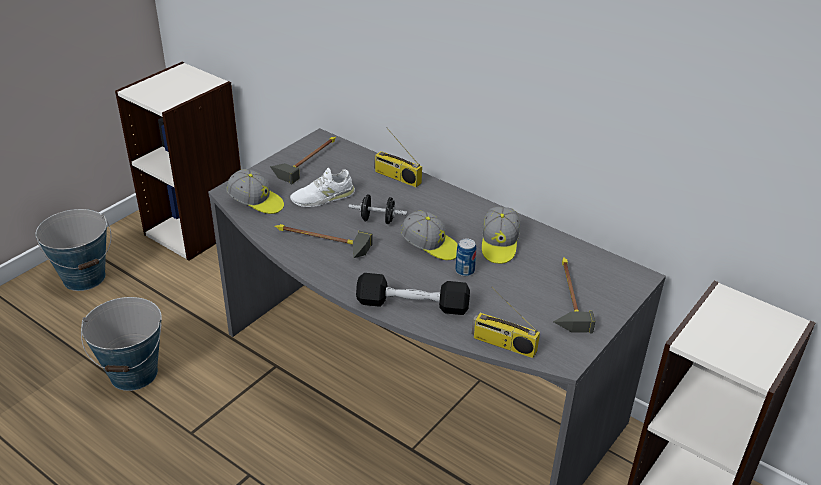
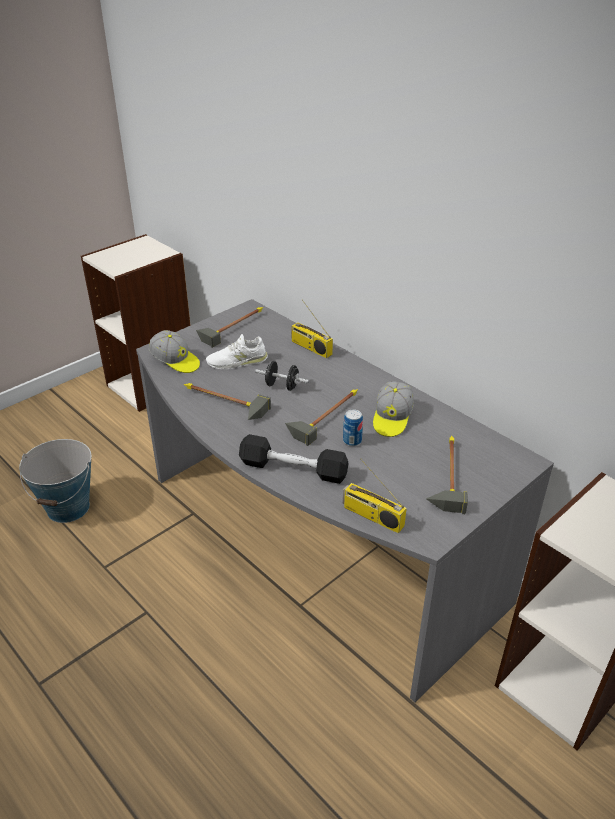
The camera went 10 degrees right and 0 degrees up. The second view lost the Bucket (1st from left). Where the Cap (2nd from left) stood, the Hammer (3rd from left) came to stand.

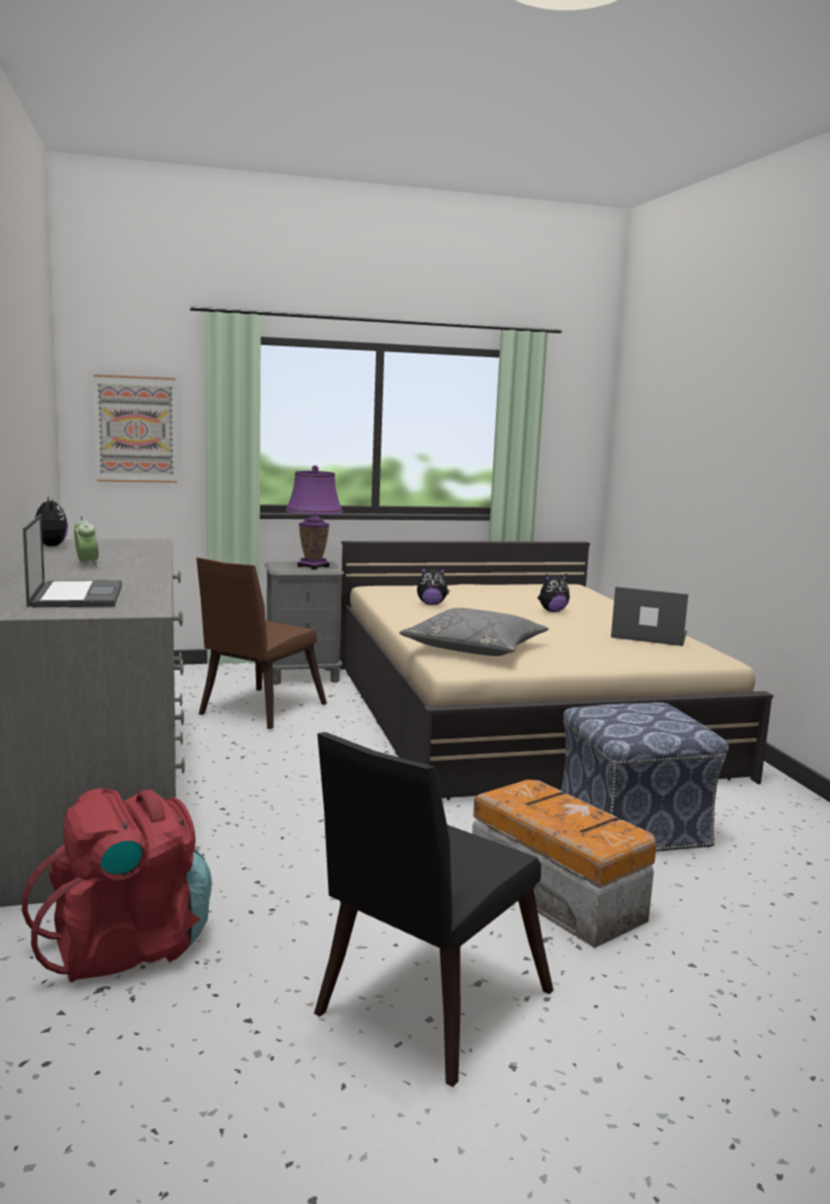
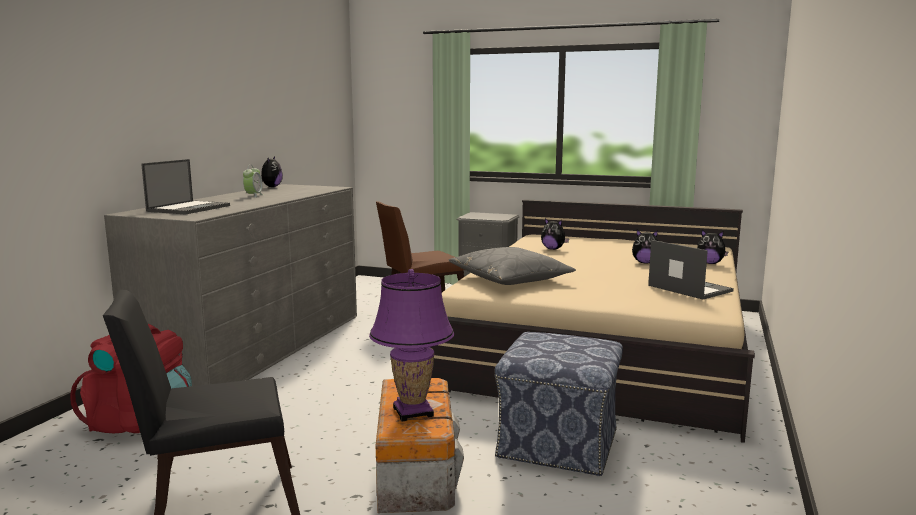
The camera went 35 degrees right and 0 degrees up. The second view lost the Picture. The second view gained the PlushToy (4th from left). The PurpleTableLamp ended up elsewhere.

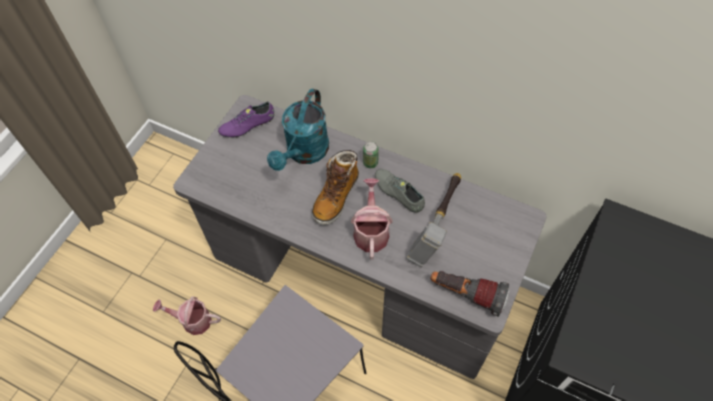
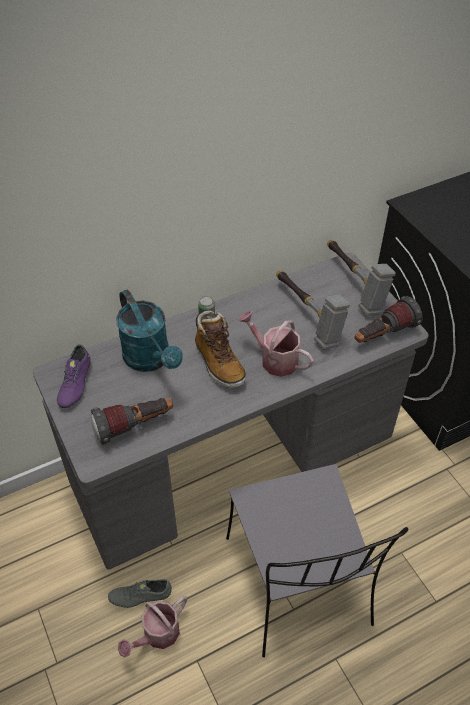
The camera went 55 degrees left and 10 degrees down. The second view gained the Flashlight (1st from left). The second view gained the Hammer (2nd from left). The GreyShoe ended up elsewhere.

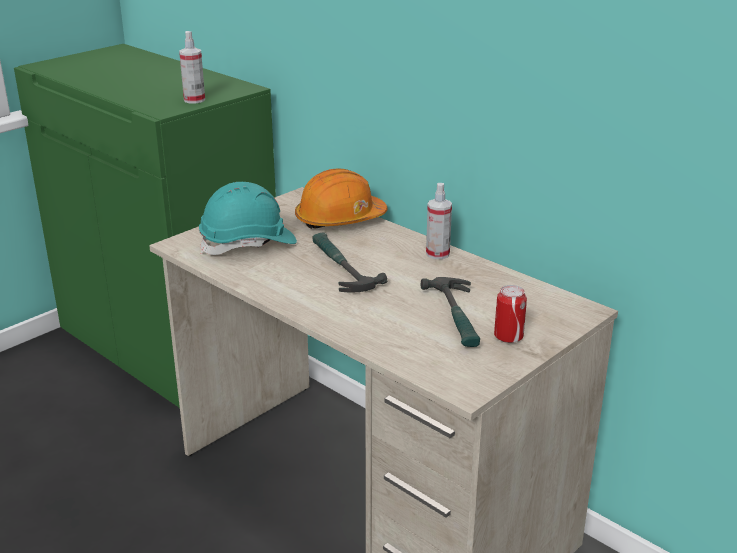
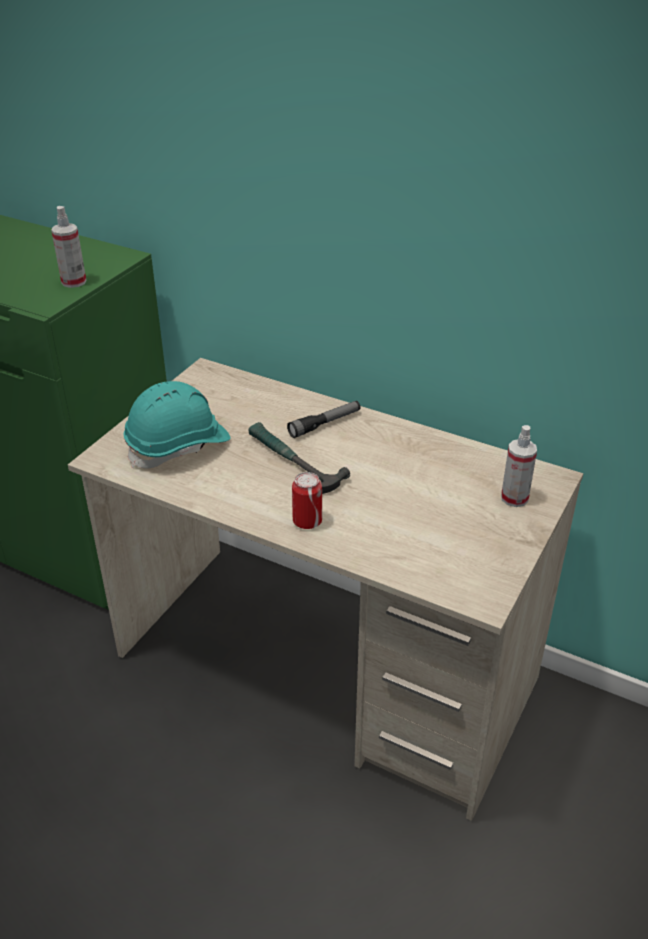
The camera went 15 degrees left and 10 degrees up. The second view lost the OrangeHardHat. The second view lost the Hammer (2nd from left). The second view gained the Flashlight. The SprayBottle (2nd from left) ended up elsewhere. The Can ended up elsewhere.

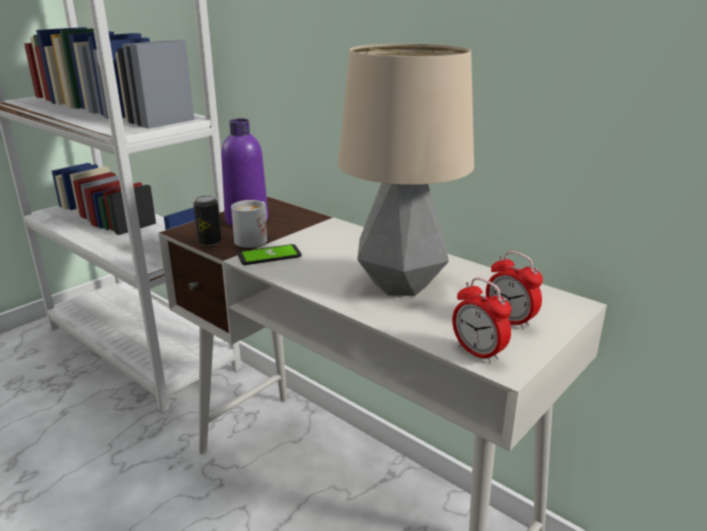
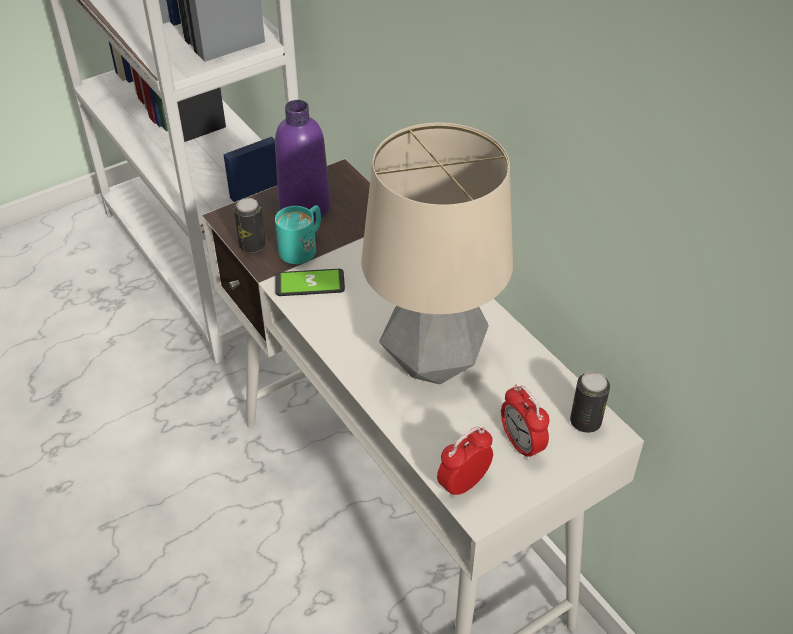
The camera went 15 degrees right and 20 degrees up. The second view gained the Can (2nd from left). What was the WhiteMug turned into the TurquoiseMug. The AlarmClock (1st from left) ended up facing another way, 75 degrees clockwise from before.

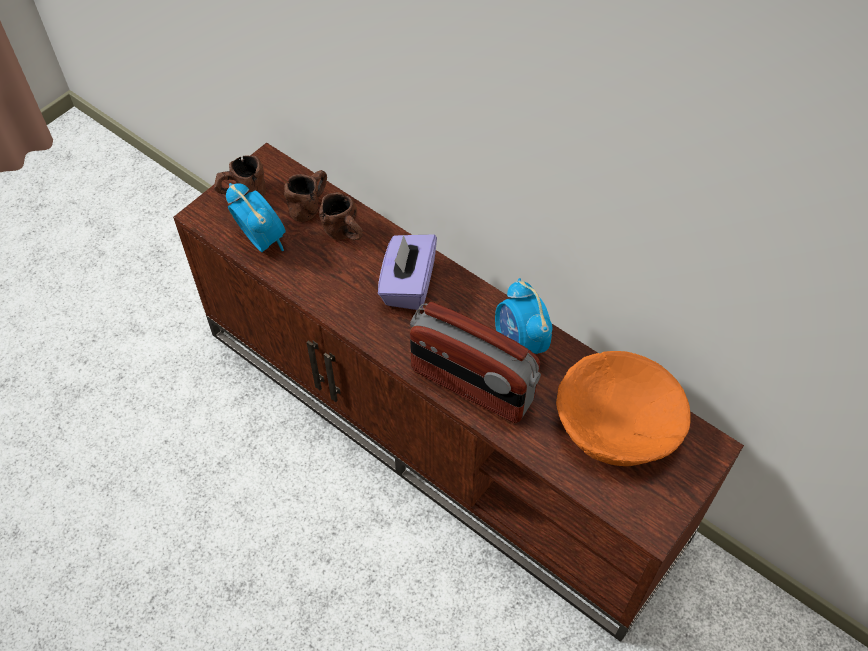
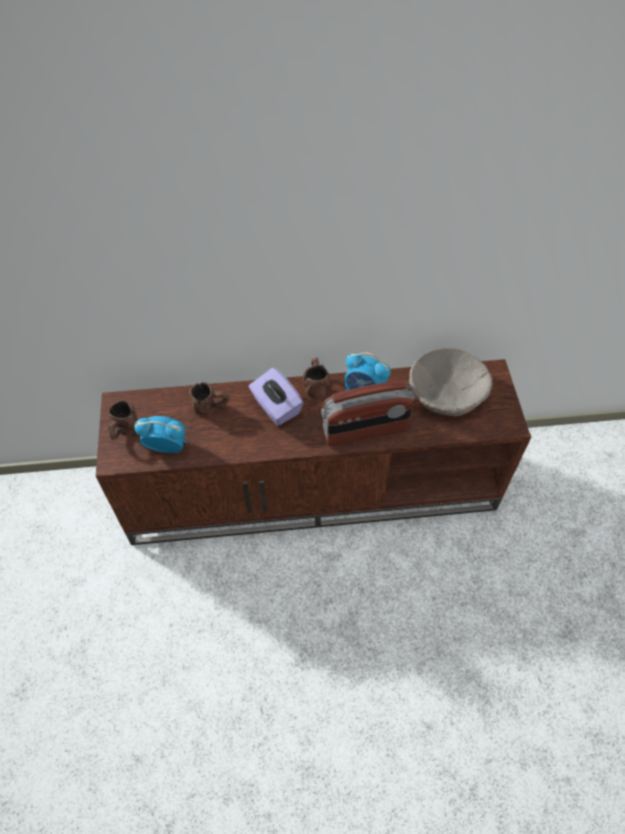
The camera went 45 degrees left and 0 degrees up. The BrownMug (2nd from left in the first image) ended up elsewhere. What was the OrangeBowl turned into the BeigeBowl.

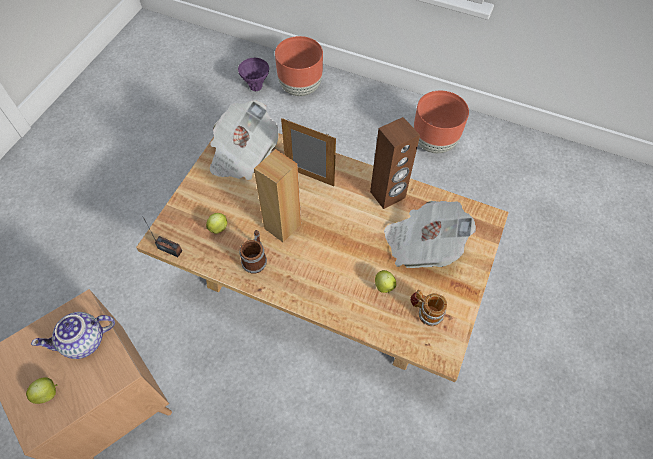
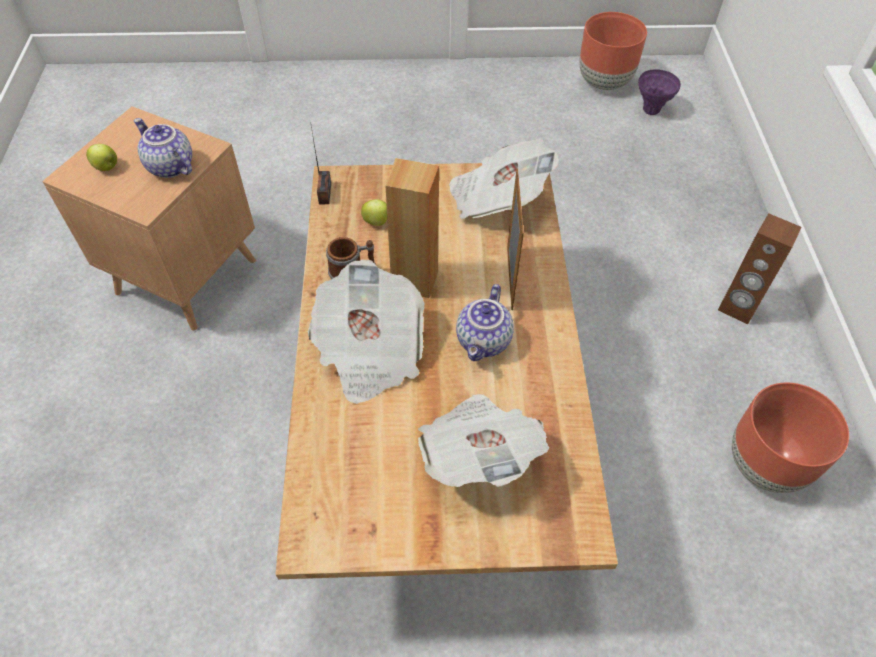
The camera went 65 degrees right and 5 degrees down. The second view lost the Apple (3rd from left). The second view lost the Mug (2nd from left). The second view gained the Newspaper (1st from left). The second view gained the Teapot (2nd from left). The PurpleVase ended up elsewhere. The BrownPlanter (1st from left) ended up elsewhere. The BrownSpeaker (2nd from left) ended up elsewhere.

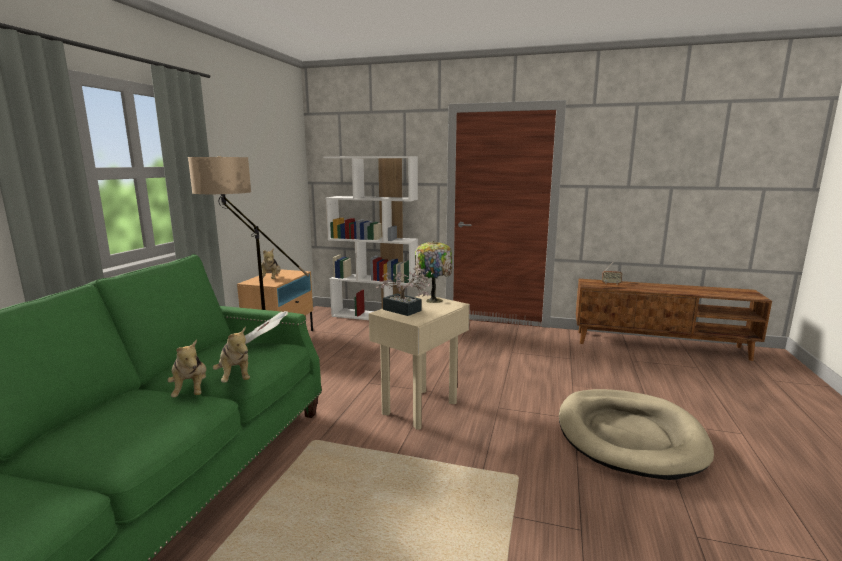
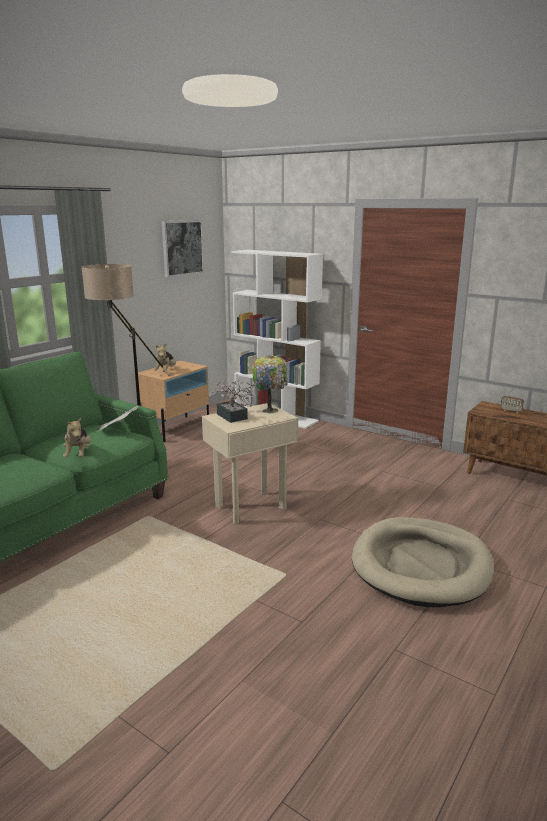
The camera went 20 degrees right and 5 degrees up. The second view lost the PlushToy (1st from left). The second view gained the Picture.

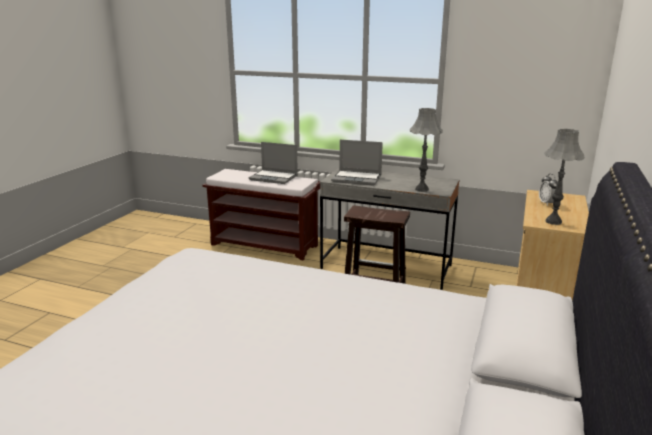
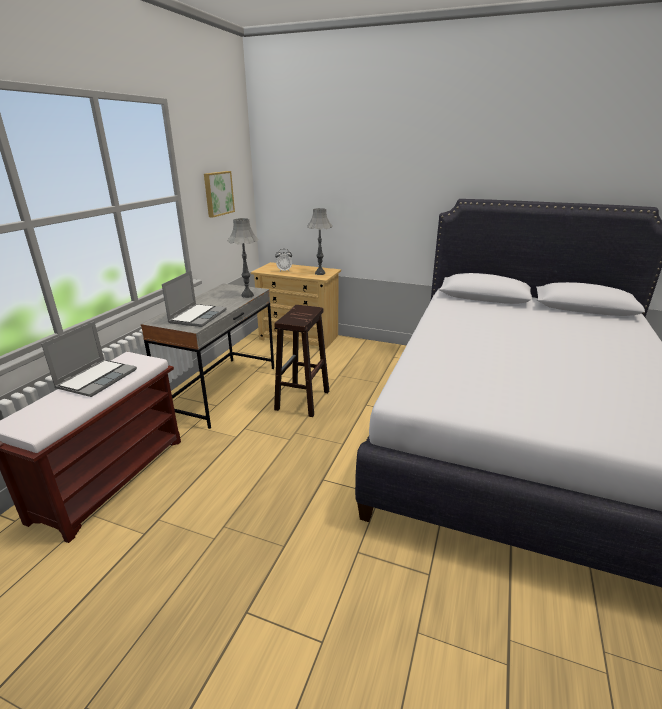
The camera went 90 degrees left and 5 degrees up. The second view gained the Picture.

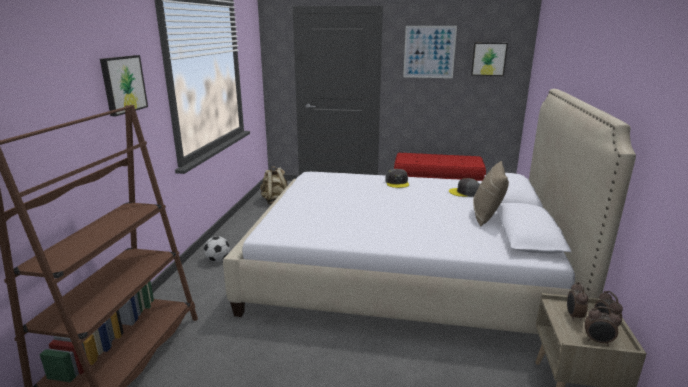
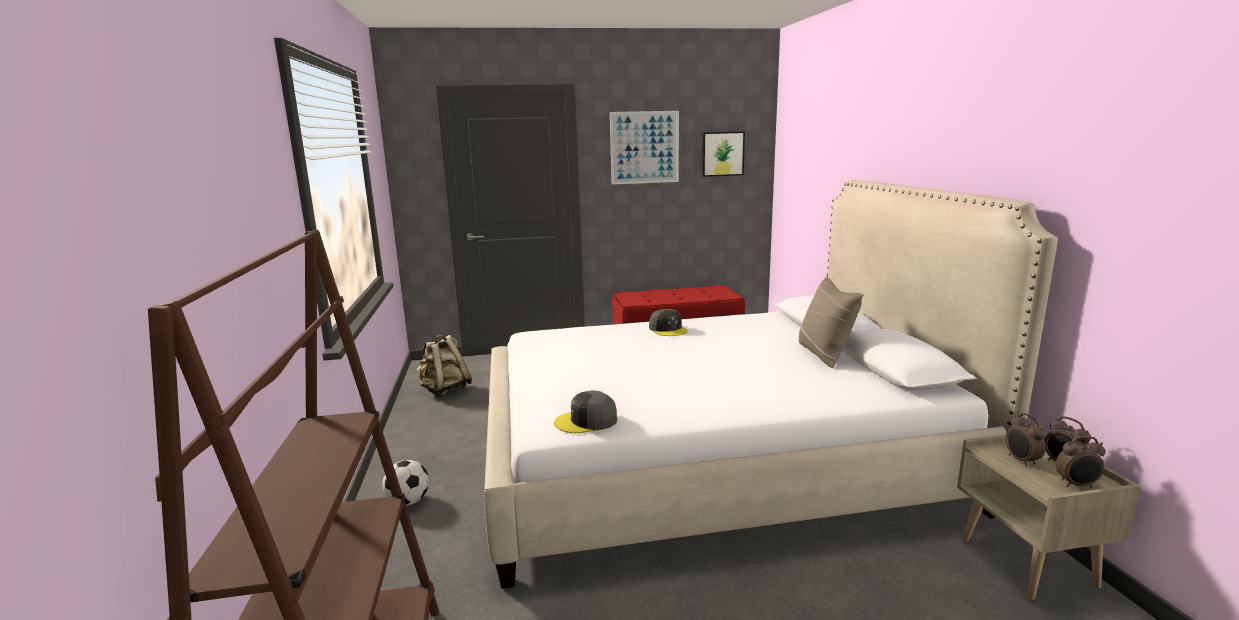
The camera went 20 degrees left and 5 degrees down. The second view lost the Picture (1st from left). The GreyCap (2nd from left in the first image) ended up elsewhere.

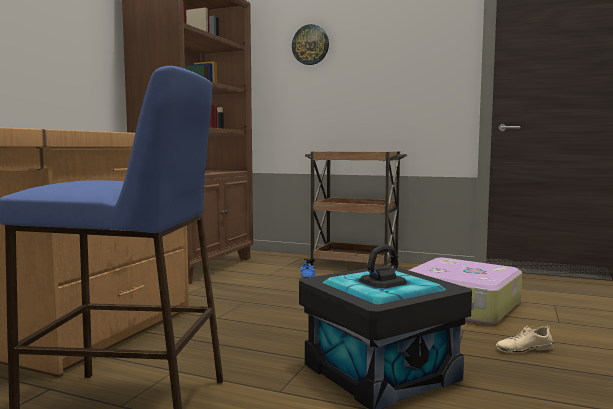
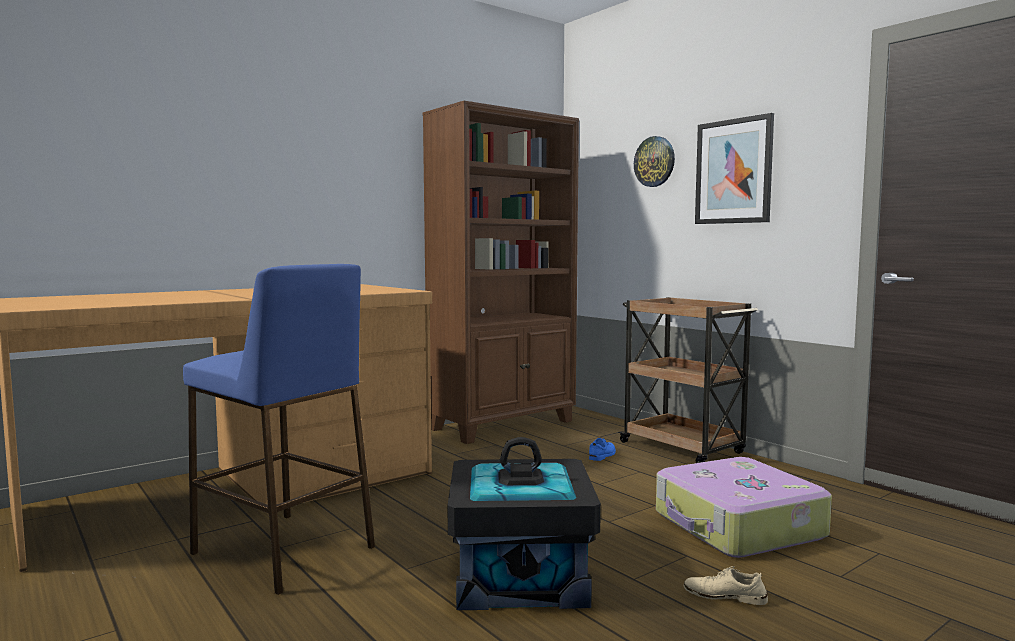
The camera went 30 degrees right and 0 degrees up. The second view gained the Picture.

